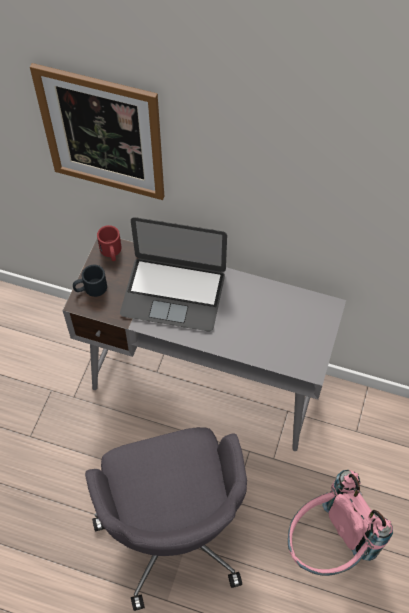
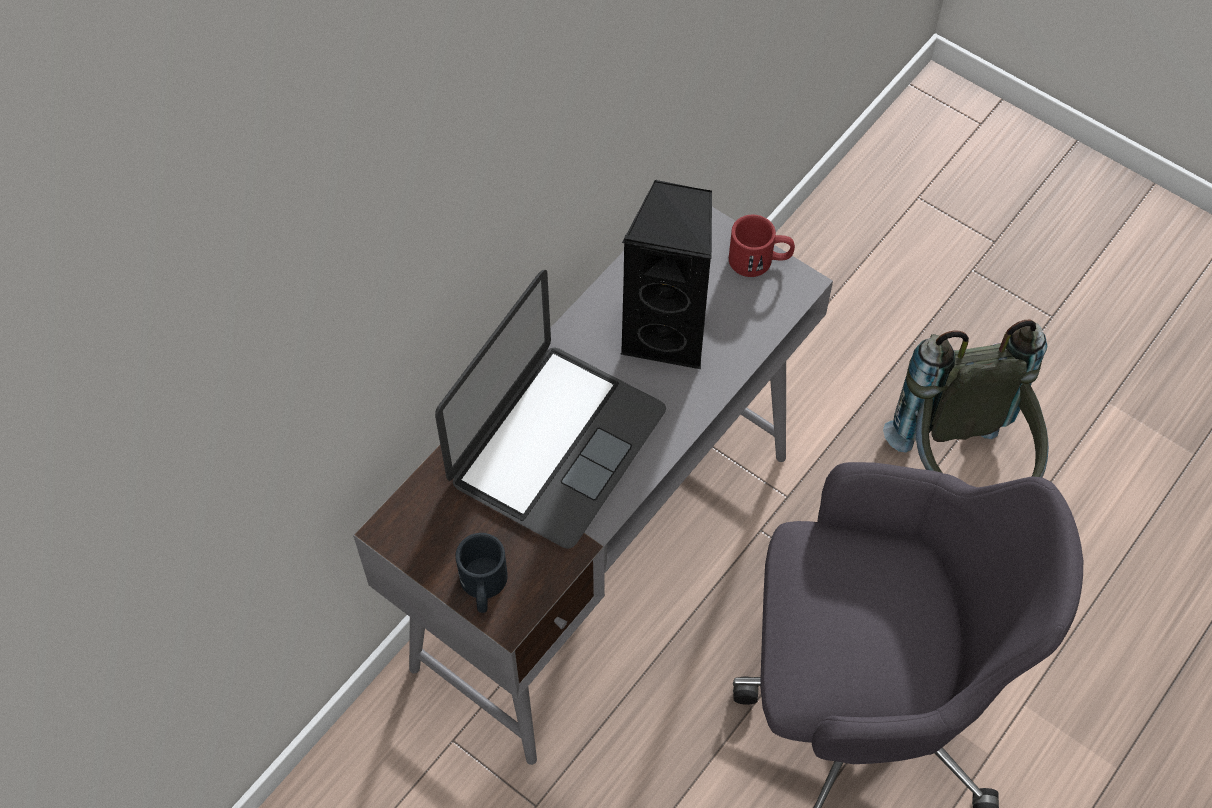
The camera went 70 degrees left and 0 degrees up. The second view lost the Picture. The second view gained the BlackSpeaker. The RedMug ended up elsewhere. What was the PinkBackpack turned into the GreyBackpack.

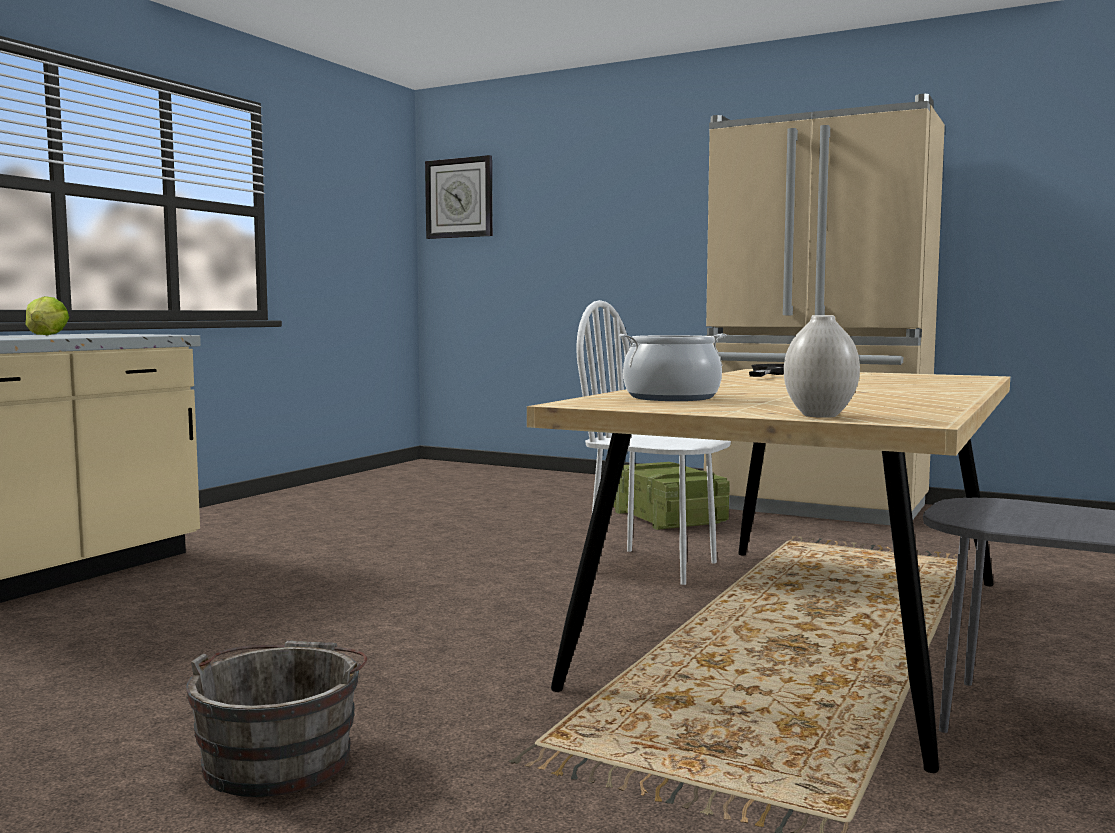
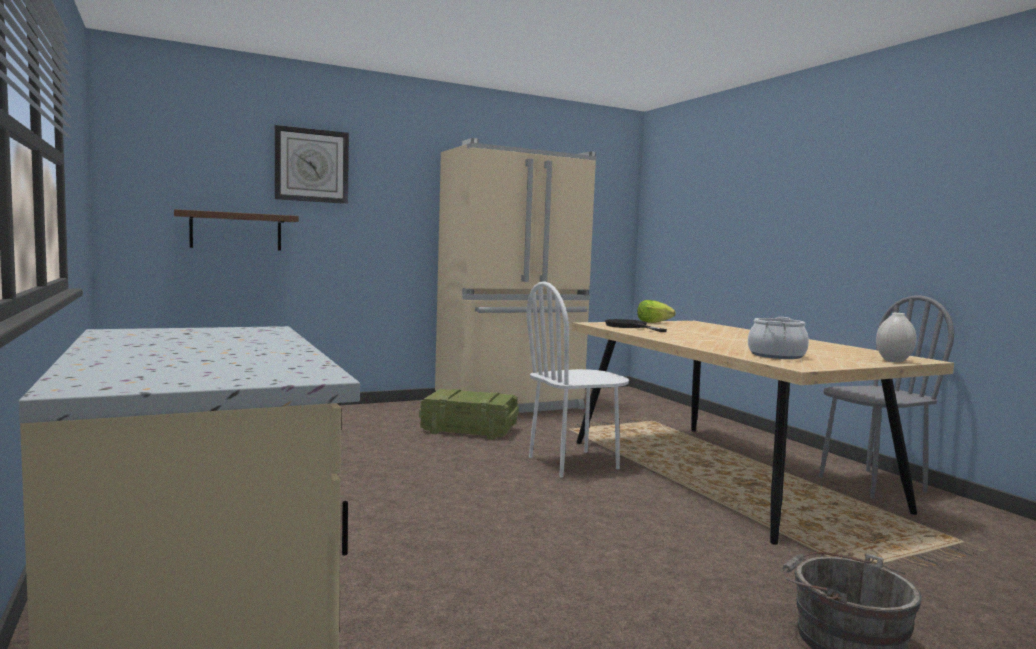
The camera went 55 degrees left and 0 degrees up. The second view gained the BrownShelf. The Lettuce ended up elsewhere. The WallClock ended up elsewhere.

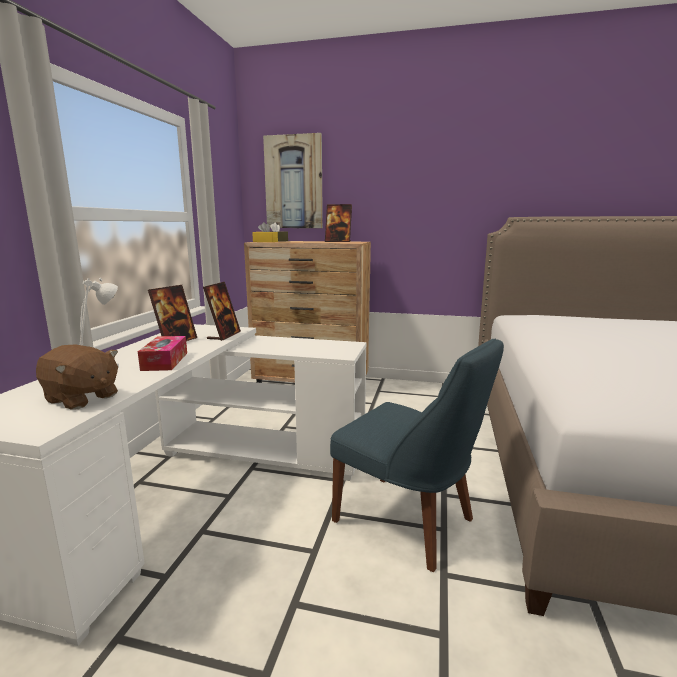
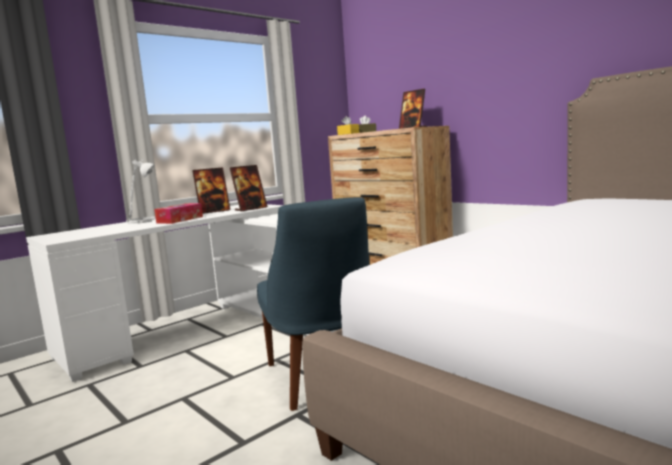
The camera went 35 degrees right and 5 degrees down. The second view lost the BrownPlushToy. The second view lost the Picture.

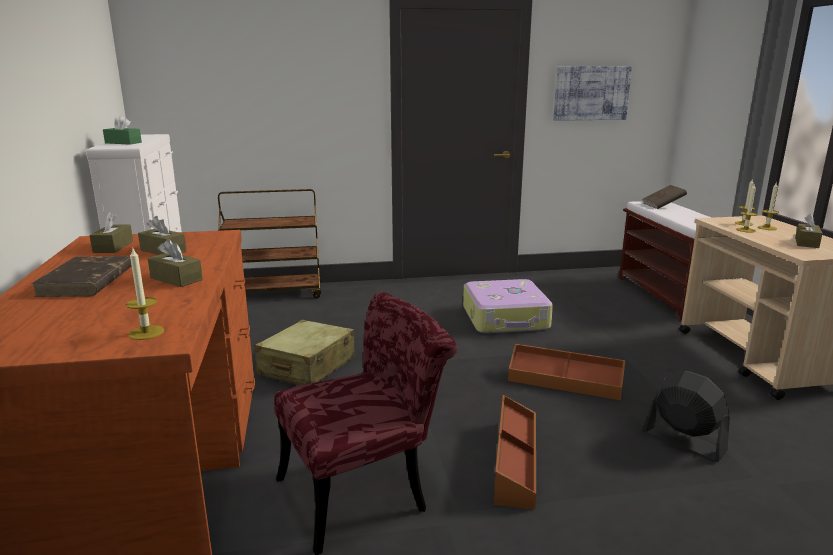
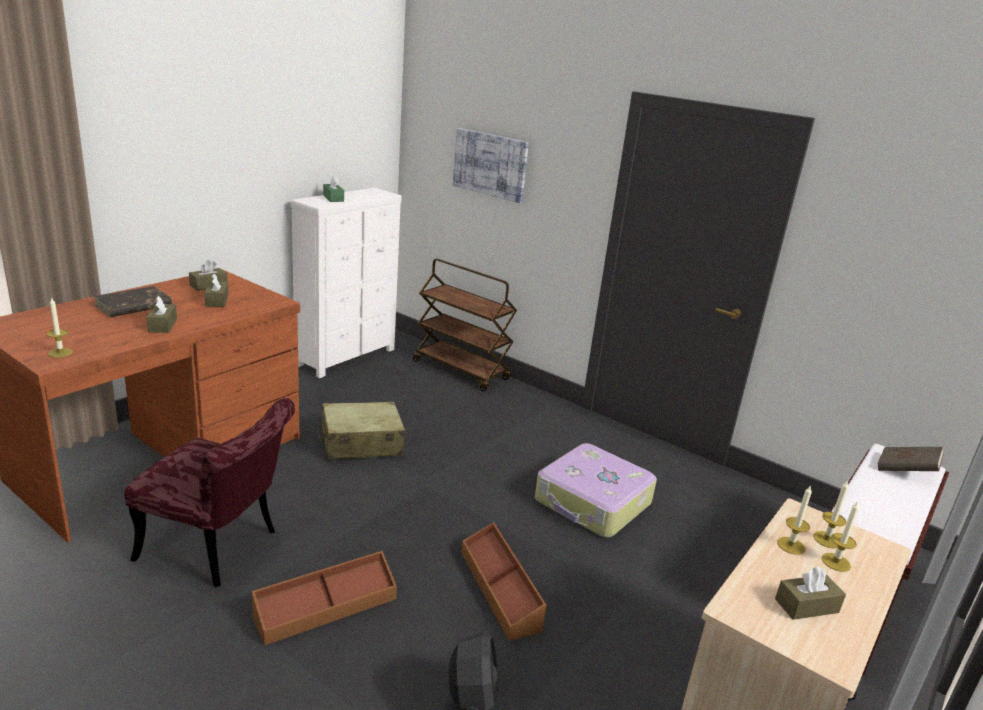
The camera went 45 degrees right and 5 degrees up. The Picture ended up elsewhere.

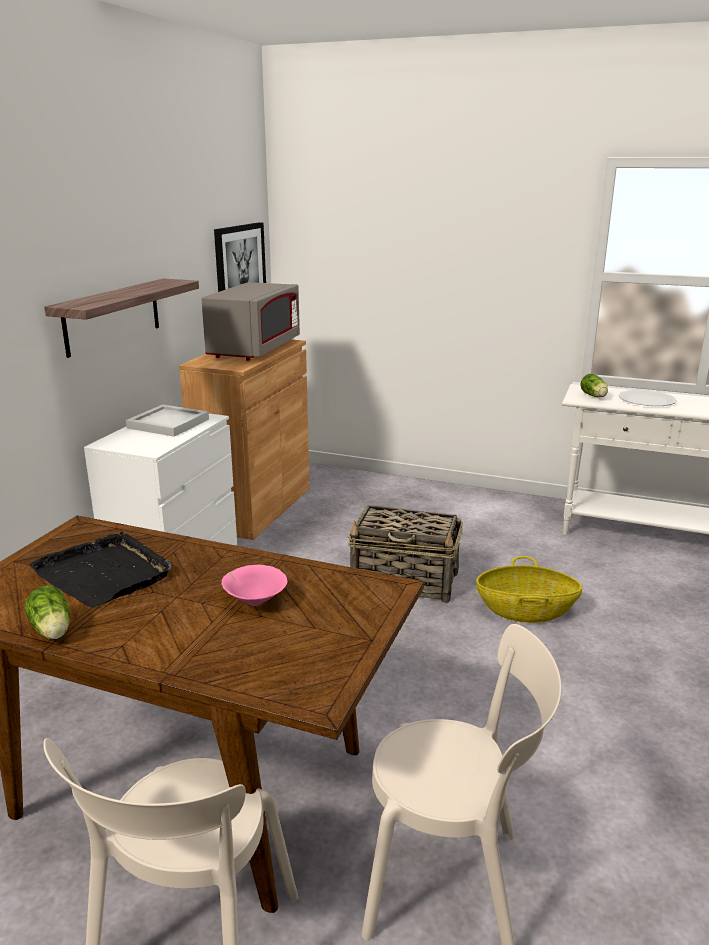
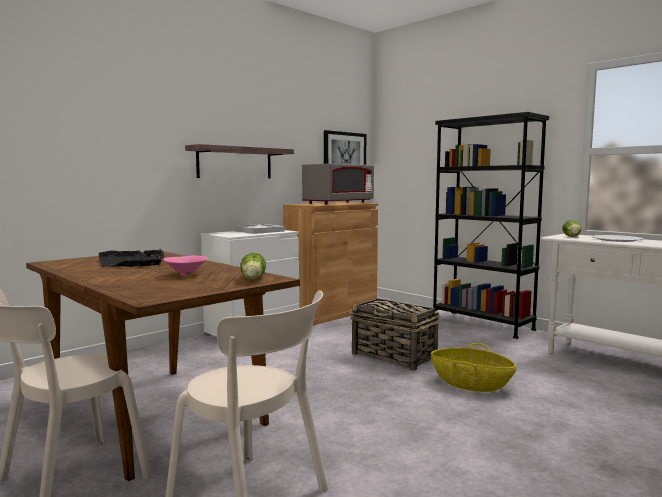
The camera went 25 degrees right and 15 degrees down. The second view gained the BlackBookcase. The Lettuce (1st from left) ended up elsewhere.

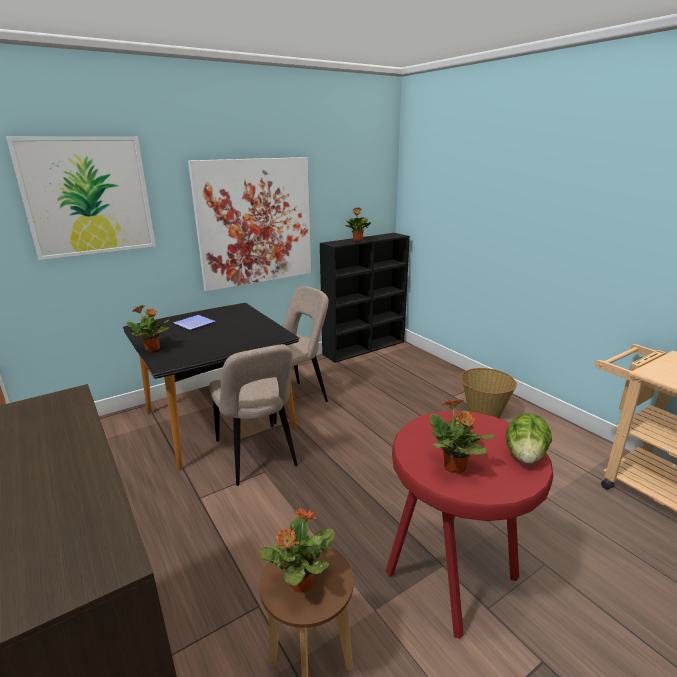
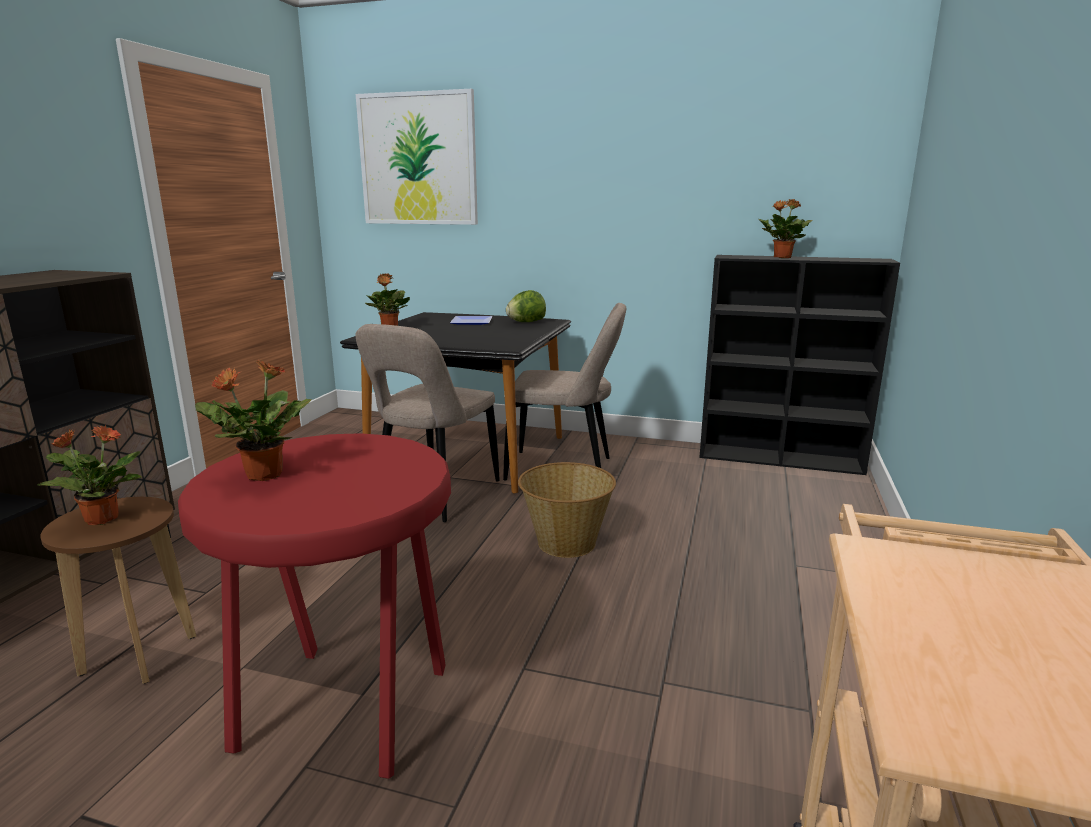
The camera went 50 degrees right and 5 degrees down. The second view lost the Picture (2nd from left). The Basket ended up elsewhere. The Lettuce ended up elsewhere.

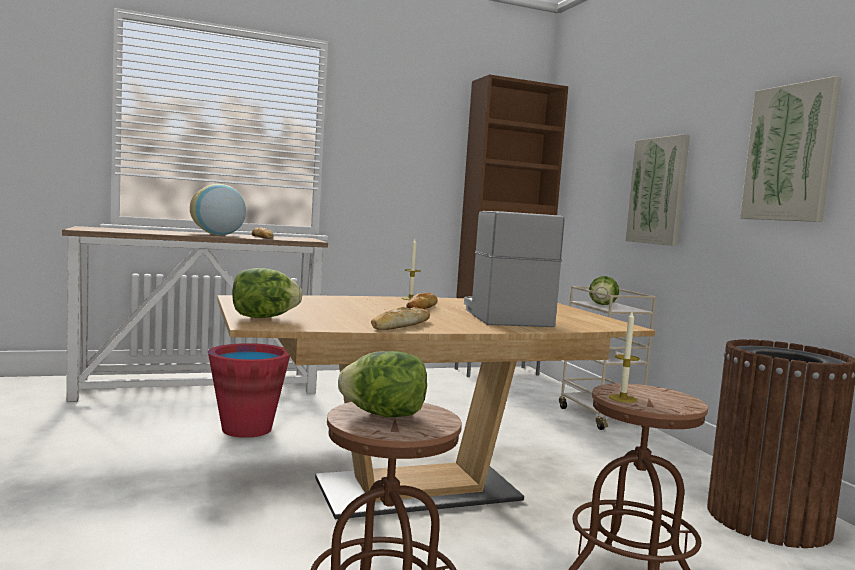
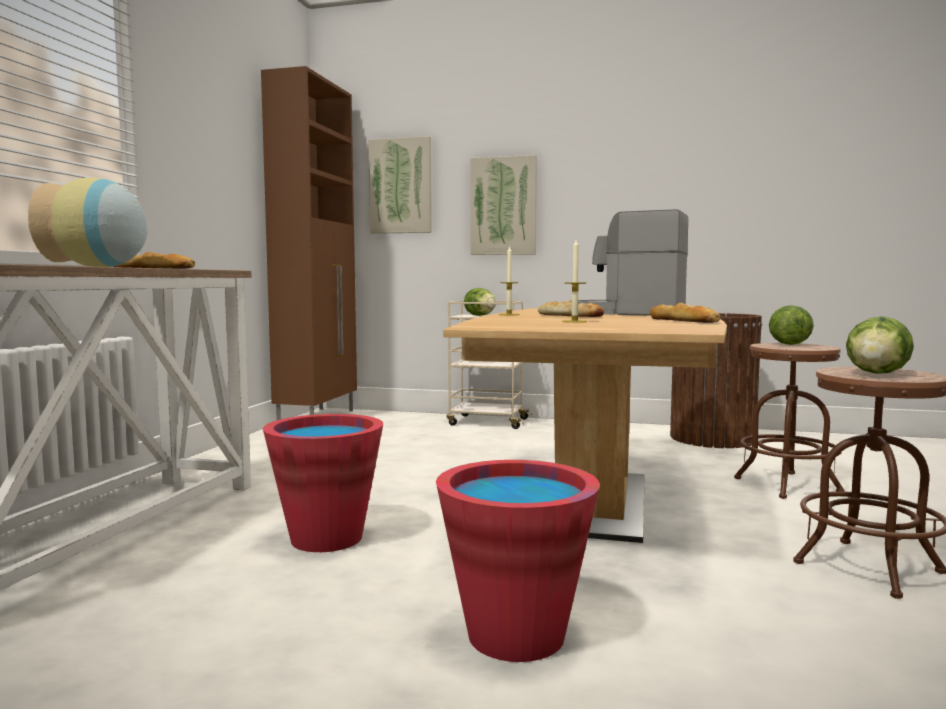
The camera went 55 degrees left and 0 degrees up. The second view gained the RedBucket (2nd from left). The Lettuce (1st from left in the first image) ended up elsewhere. The Candle (2nd from left) ended up elsewhere. The Picture (2nd from left in the first image) ended up elsewhere.

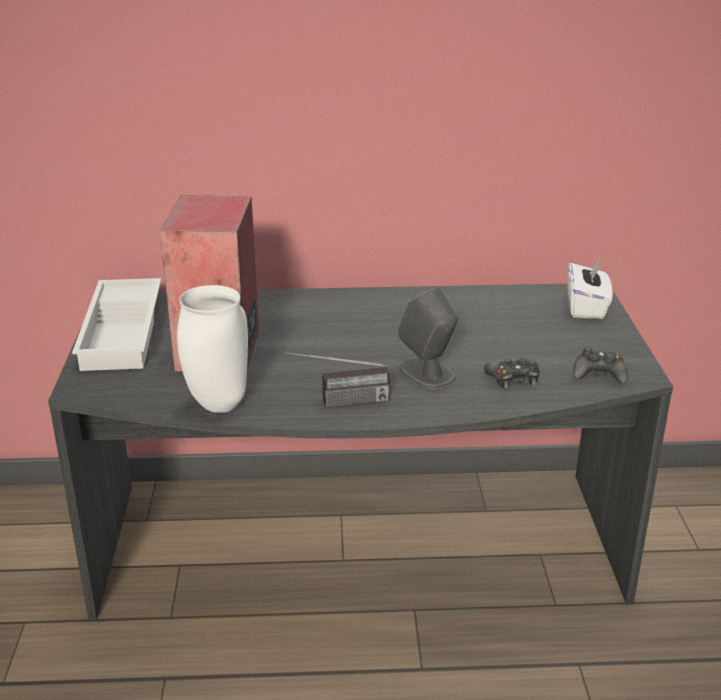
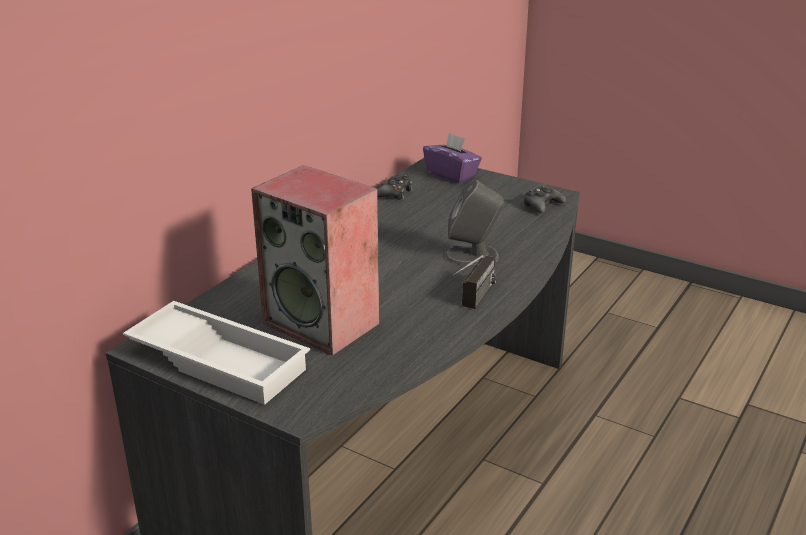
The camera went 55 degrees left and 0 degrees up. The second view lost the WhiteVase. The BlackGameController (1st from left) ended up elsewhere. What was the WhiteTissueBox turned into the PurpleTissueBox.

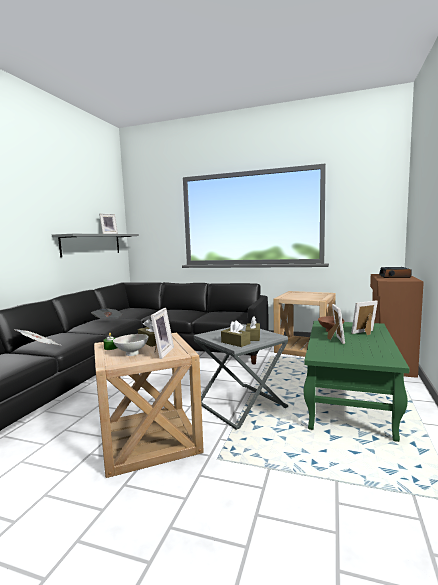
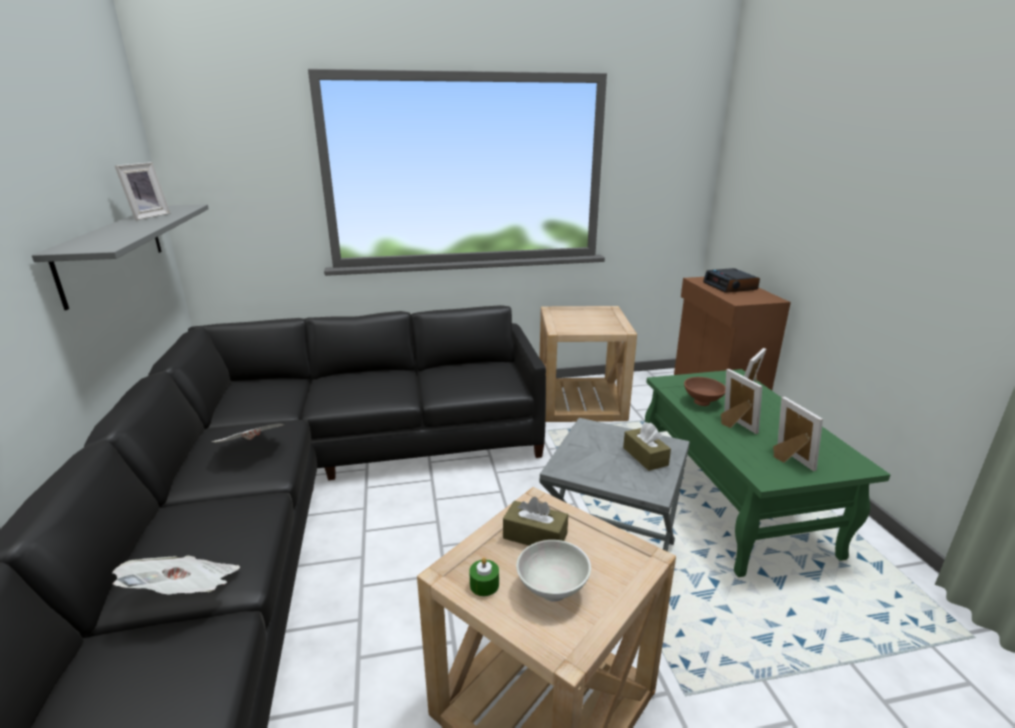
The camera went 30 degrees left and 15 degrees up. The second view lost the BrownTissueBox (2nd from left). The PictureFrame (2nd from left in the first image) ended up elsewhere.

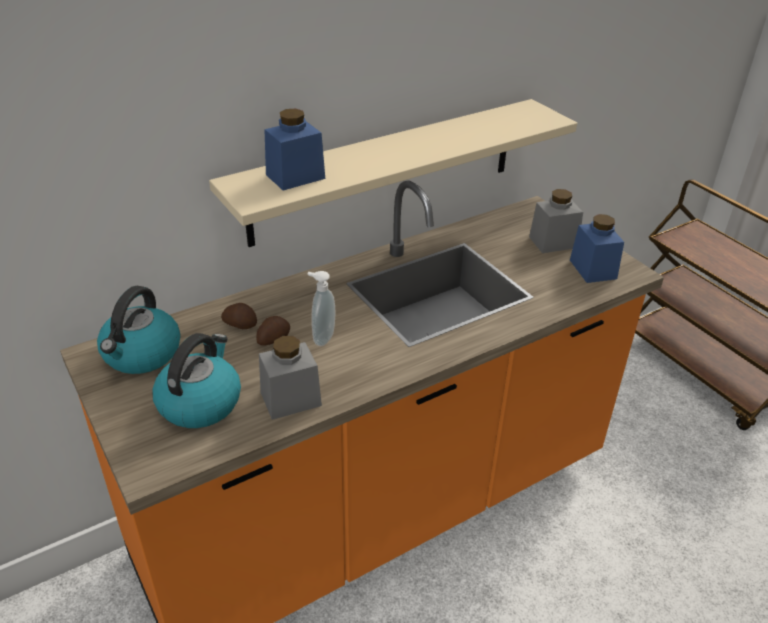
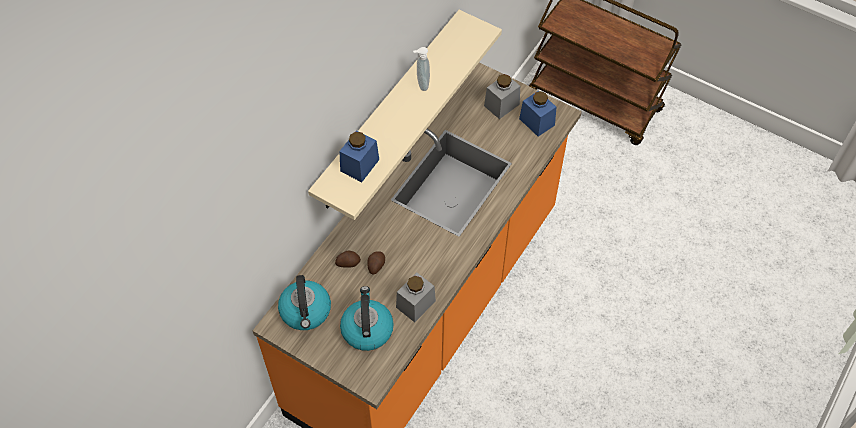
The camera went 25 degrees left and 20 degrees up. The SoapDispenser ended up elsewhere.

